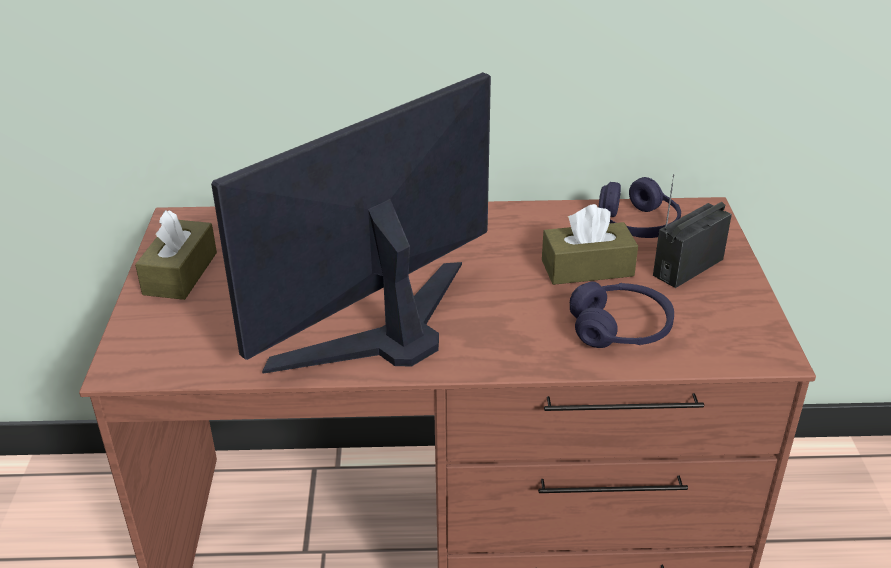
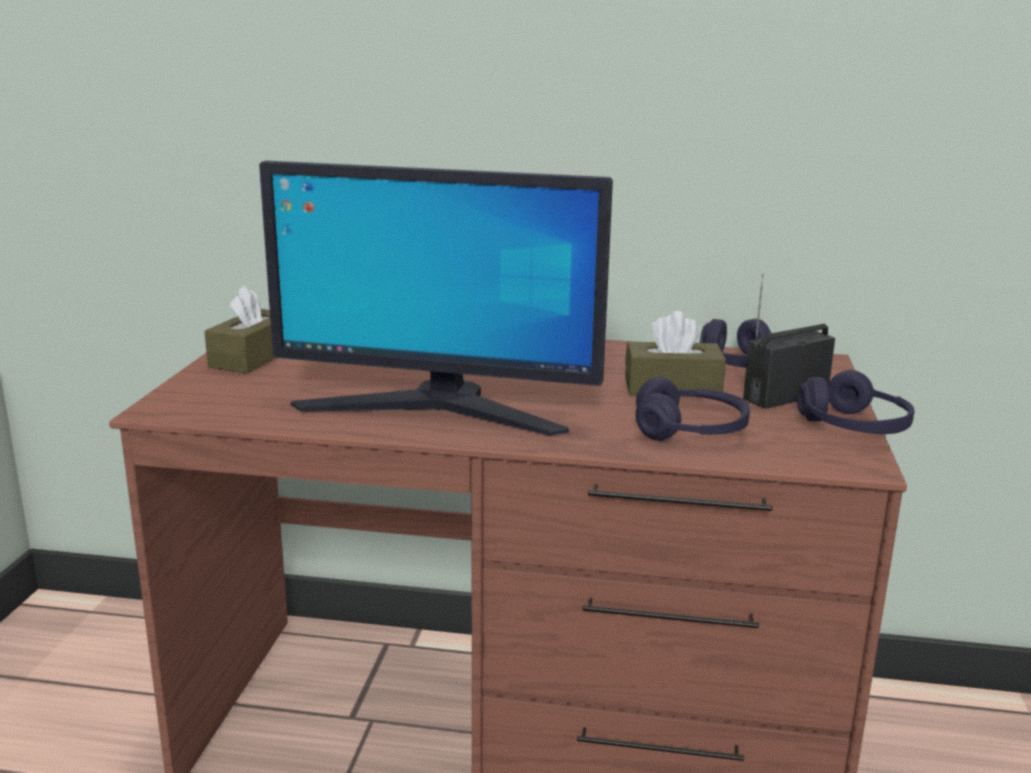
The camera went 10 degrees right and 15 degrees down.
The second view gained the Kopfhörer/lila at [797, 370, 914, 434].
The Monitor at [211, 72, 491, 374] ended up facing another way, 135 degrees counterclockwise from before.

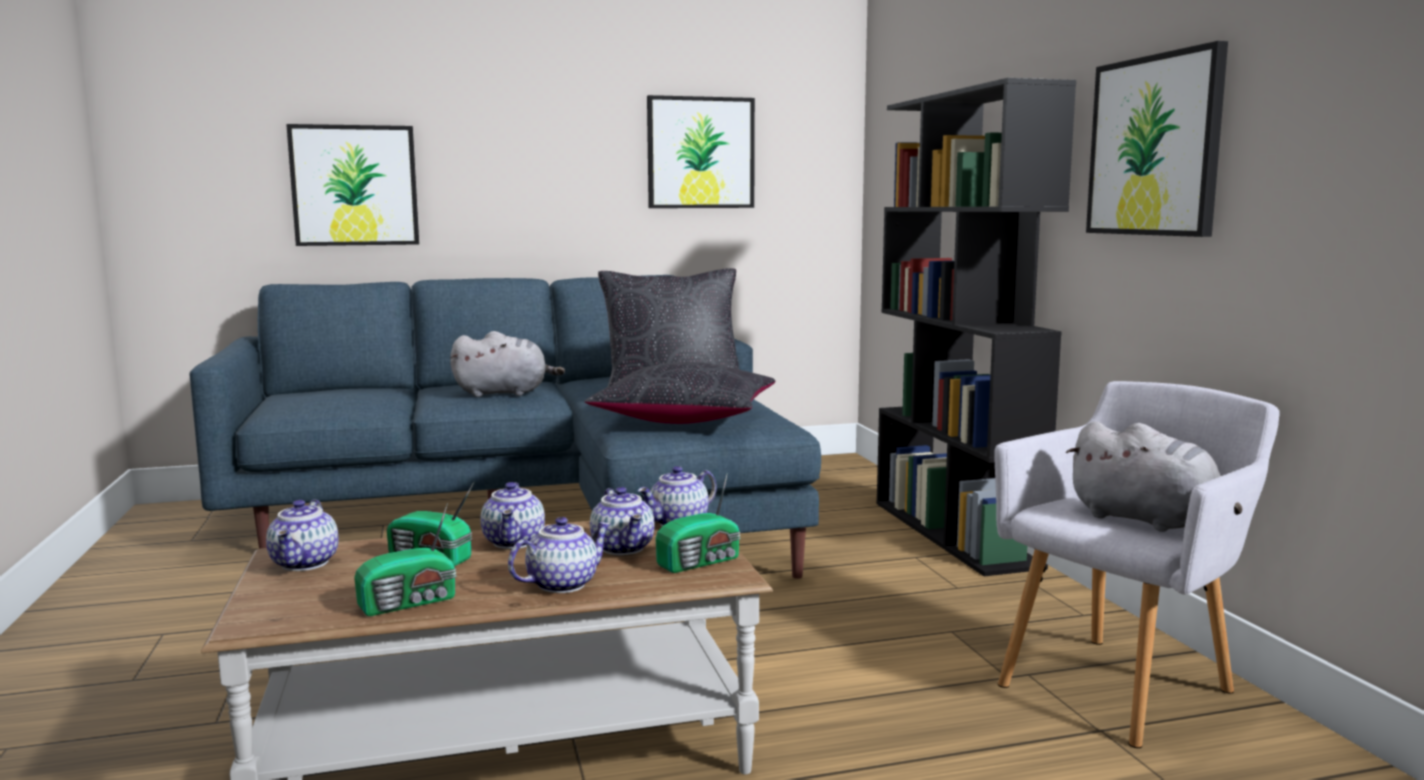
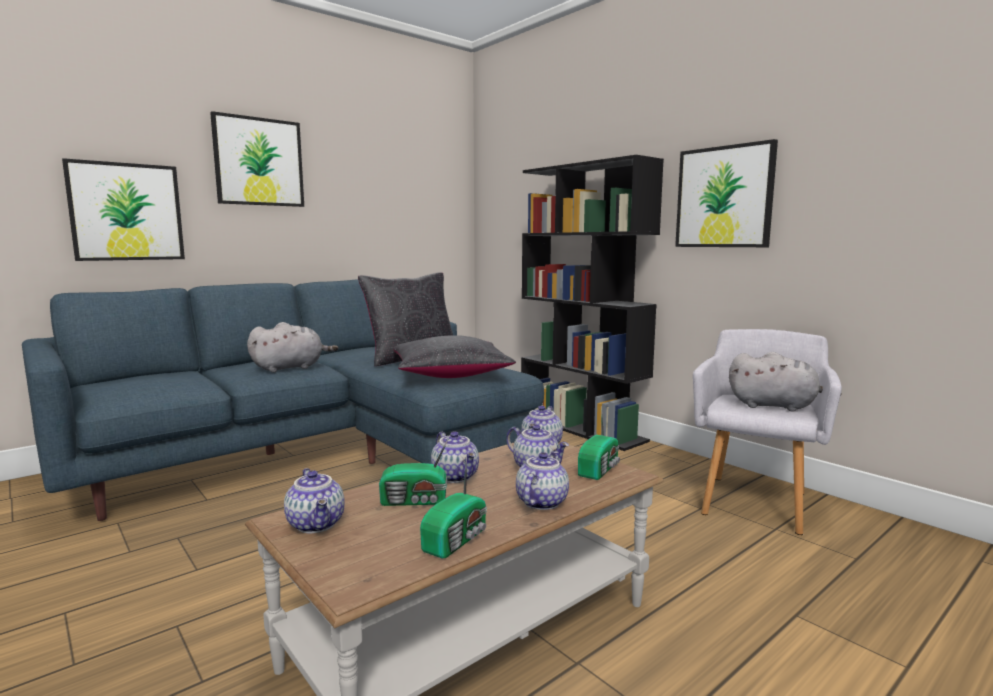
The camera went 25 degrees left and 0 degrees up.
The Bild ended up elsewhere, having gone from [647, 95, 755, 208] to [210, 111, 304, 207].

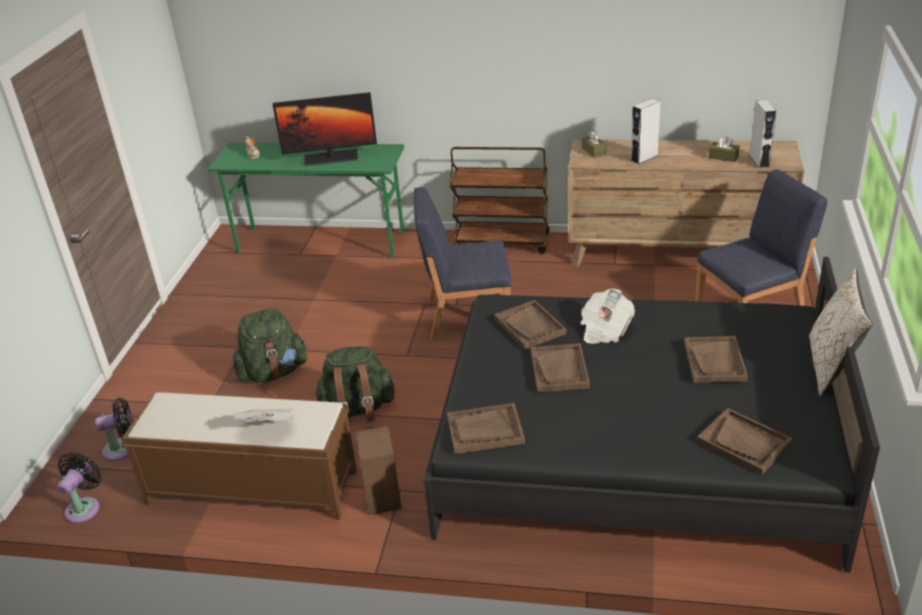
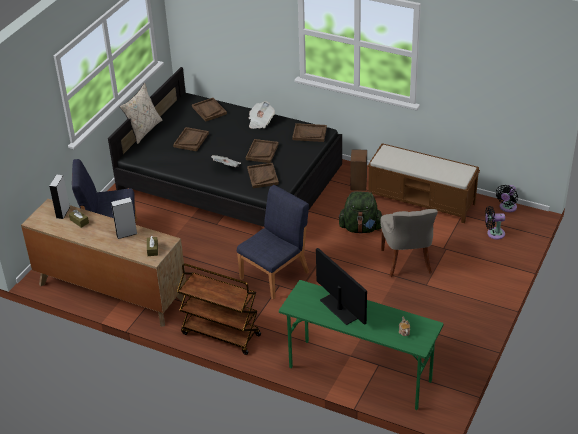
The camera went 165 degrees left and 5 degrees up.
The Zeitung ended up elsewhere, having gone from [234, 408, 295, 422] to [248, 101, 275, 129].
Where the Rucksack/grün stood at [232, 308, 307, 383], the Stuhl/grau came to stand at [381, 209, 438, 277].
The Monitor at [272, 92, 377, 166] ended up facing another way, 45 degrees clockwise from before.
The Stuhl/blau at [414, 187, 511, 340] ended up facing another way, 60 degrees counterclockwise from before.

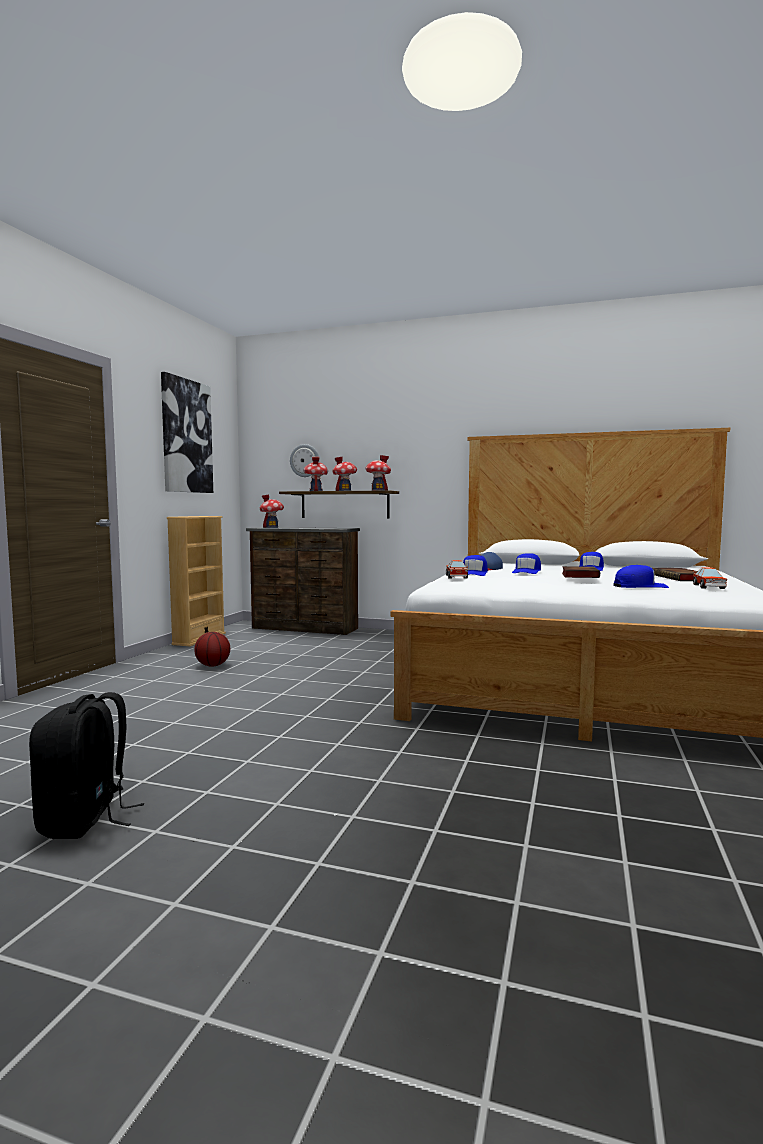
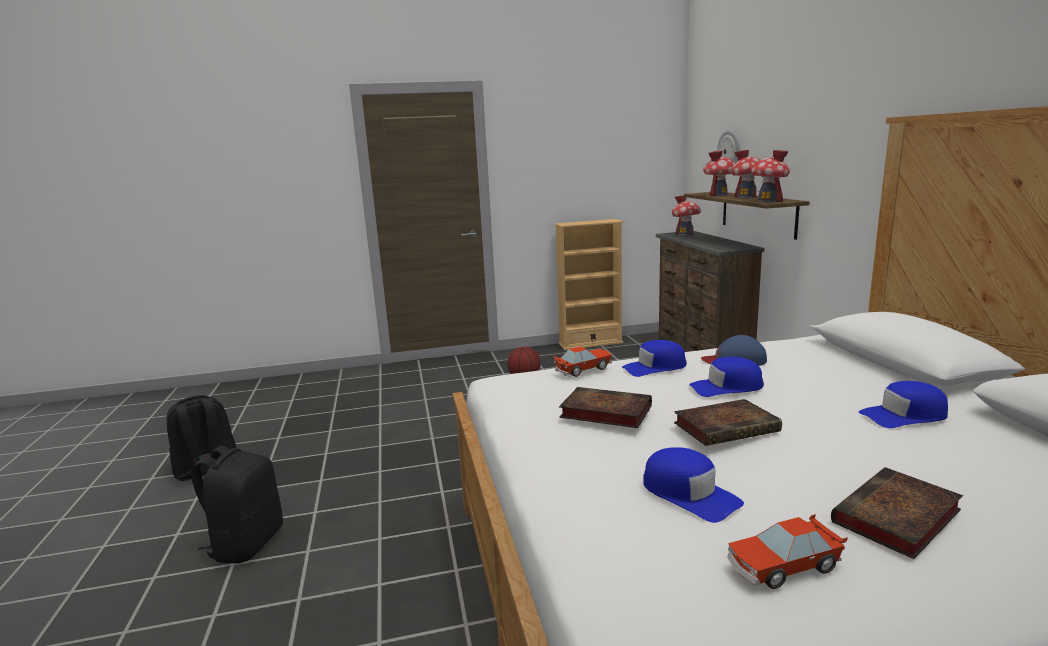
The camera went 60 degrees right and 10 degrees up.
The second view lost the Bild at [161, 372, 213, 493].
The second view gained the Rucksack/schwarz at [191, 446, 283, 564].
The second view gained the Buch at [559, 387, 652, 428].

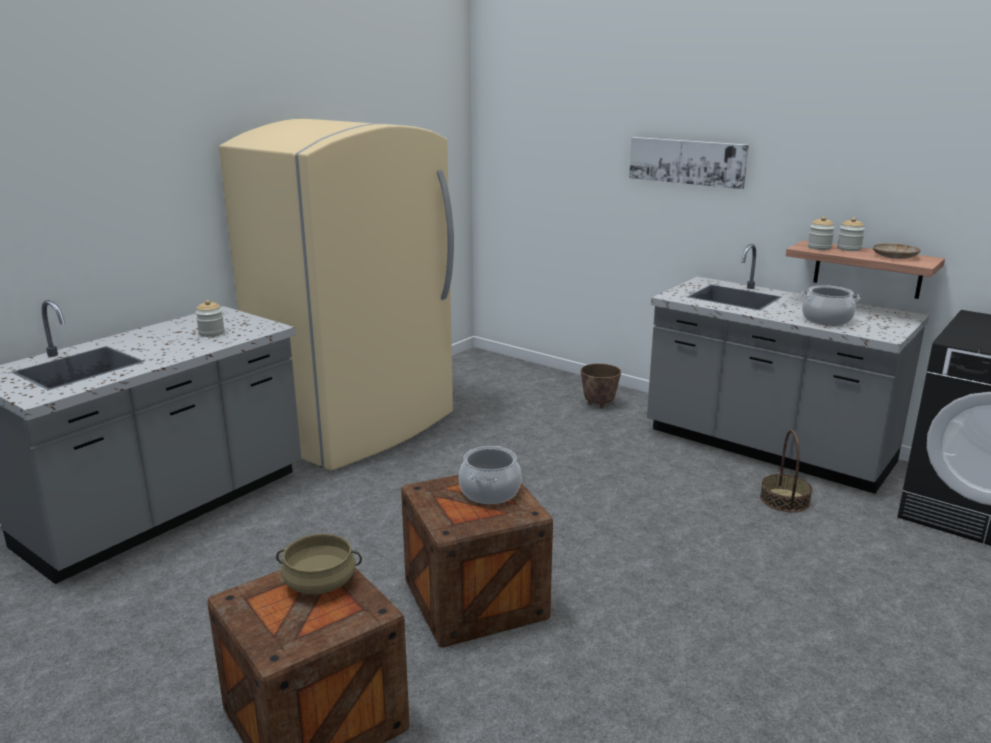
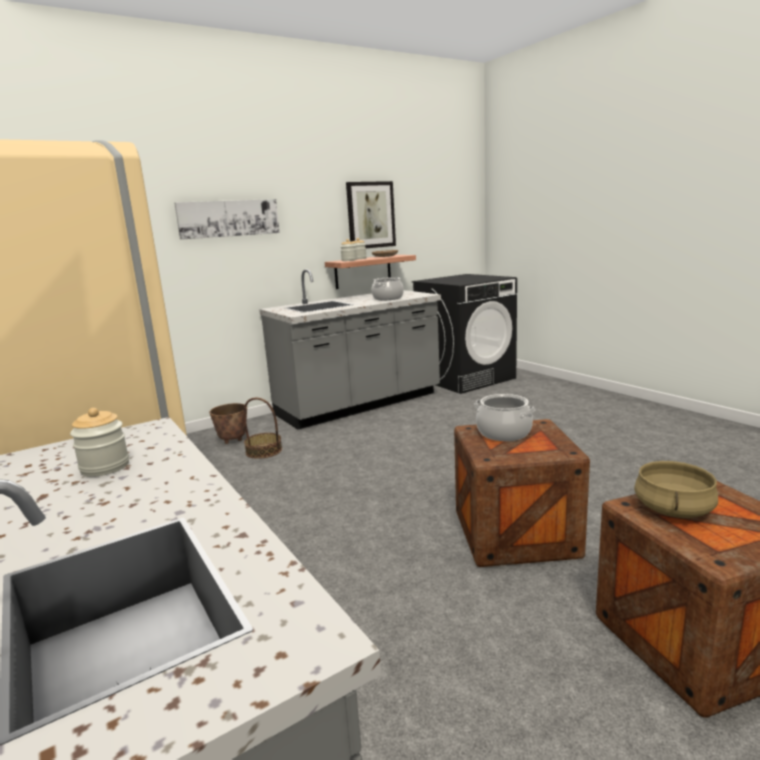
The camera went 70 degrees left and 5 degrees down.
The second view gained the Bild at [346, 181, 396, 248].
The Korb ended up elsewhere, having gone from [760, 430, 812, 512] to [244, 398, 282, 459].

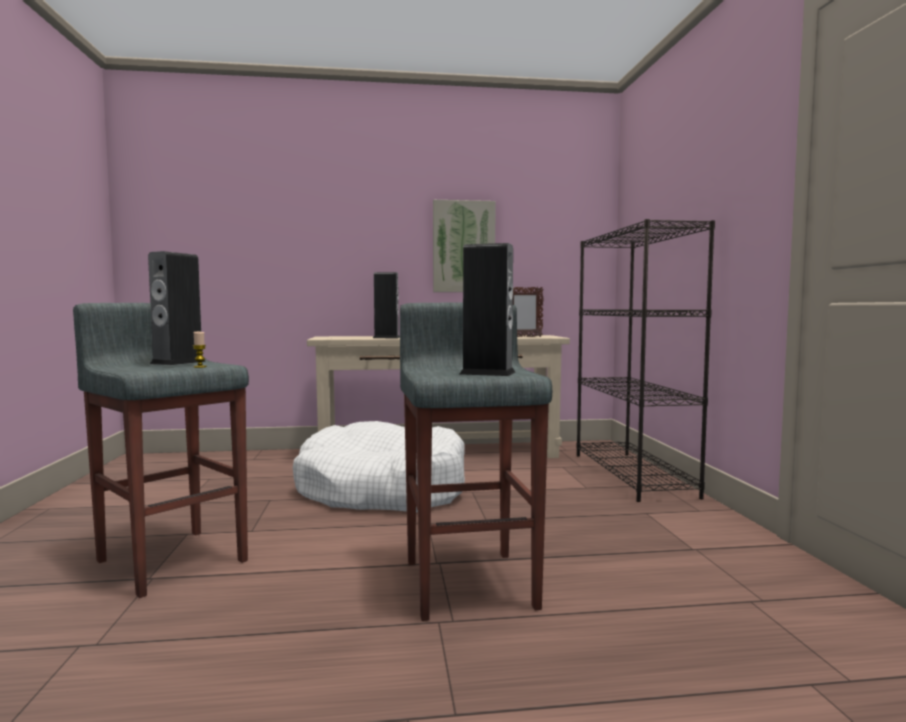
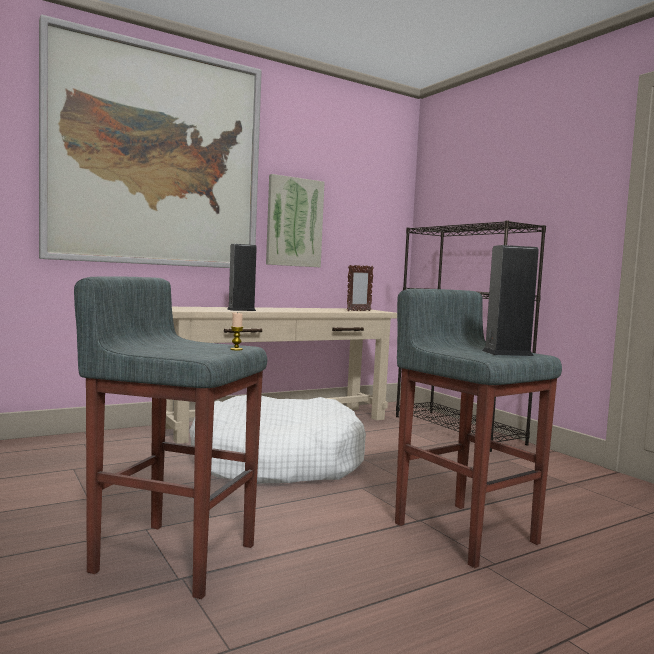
The camera went 25 degrees left and 0 degrees up.
The second view lost the Lautsprecher at [148, 251, 206, 365].
The second view gained the Bild at [39, 14, 262, 268].

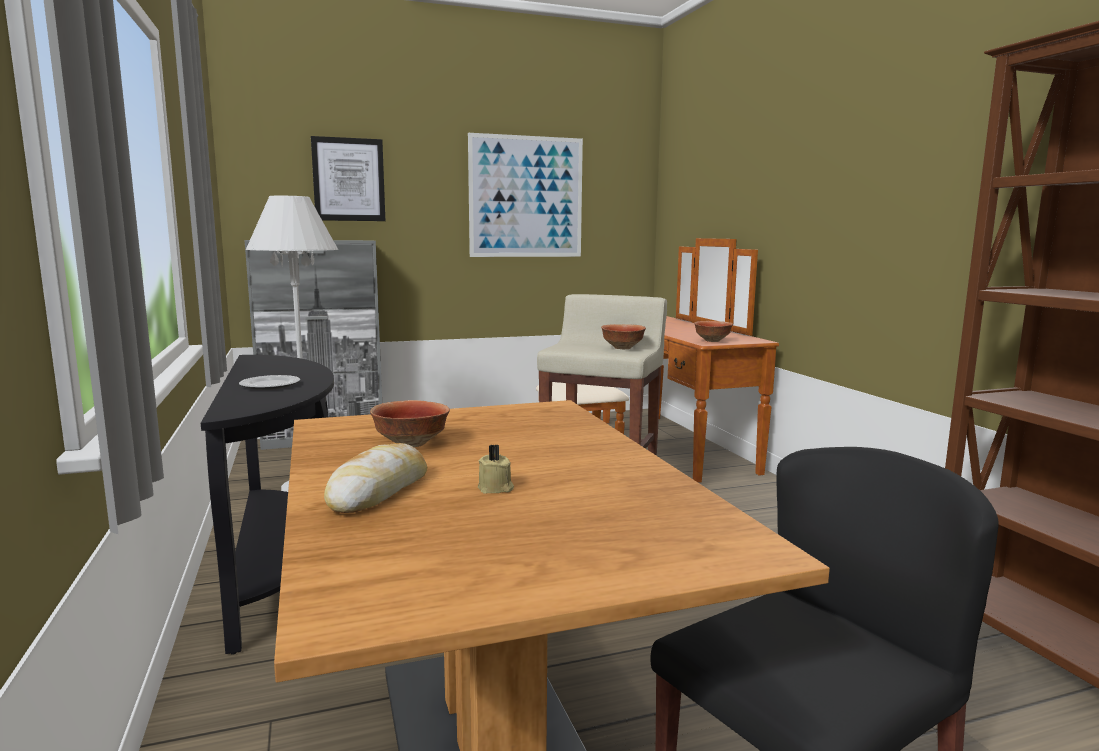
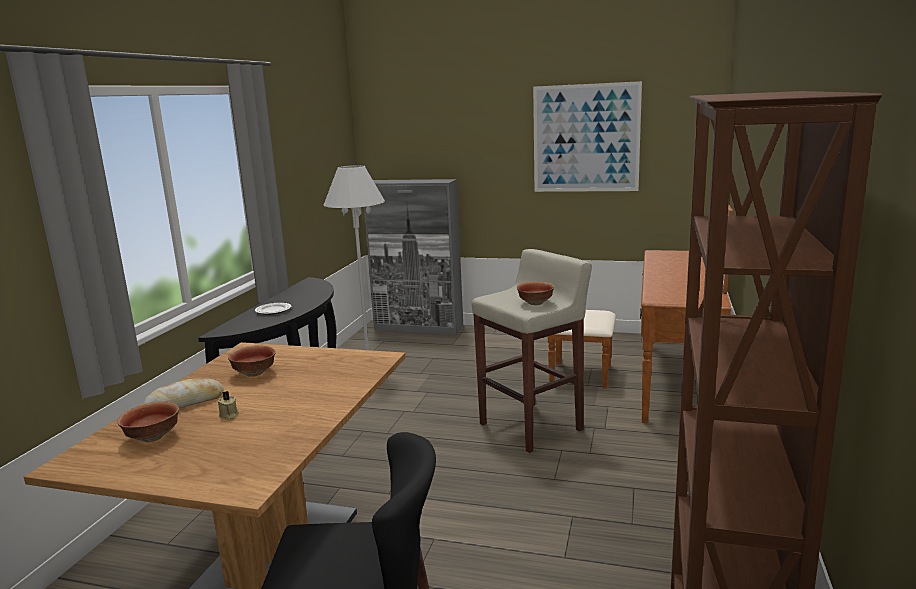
The camera went 35 degrees right and 5 degrees up.
The second view lost the Bild at [311, 136, 385, 221].
The Schüssel ended up elsewhere, having gone from [694, 321, 733, 342] to [117, 401, 179, 442].

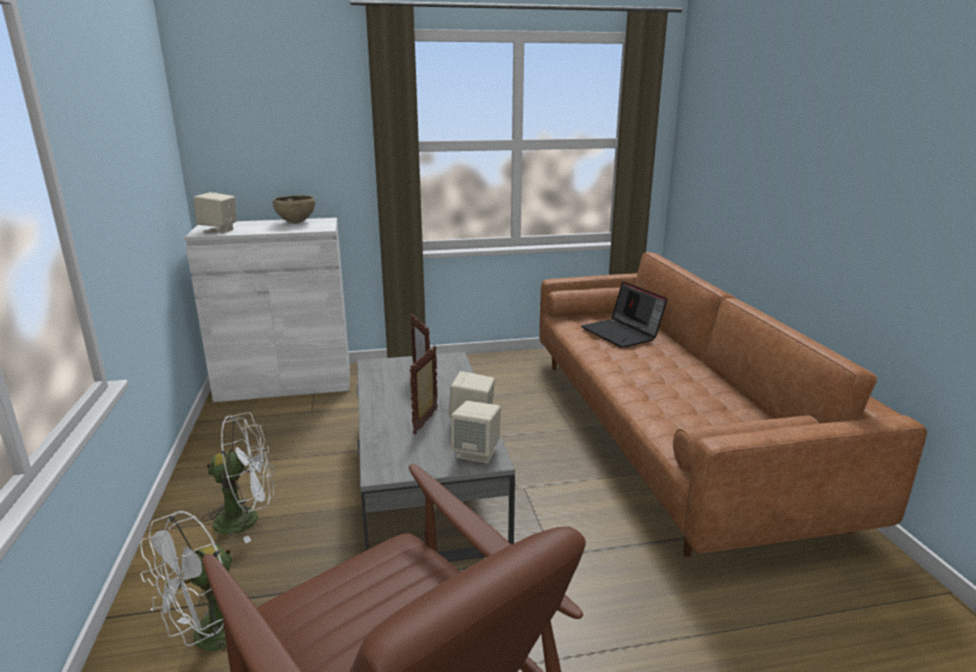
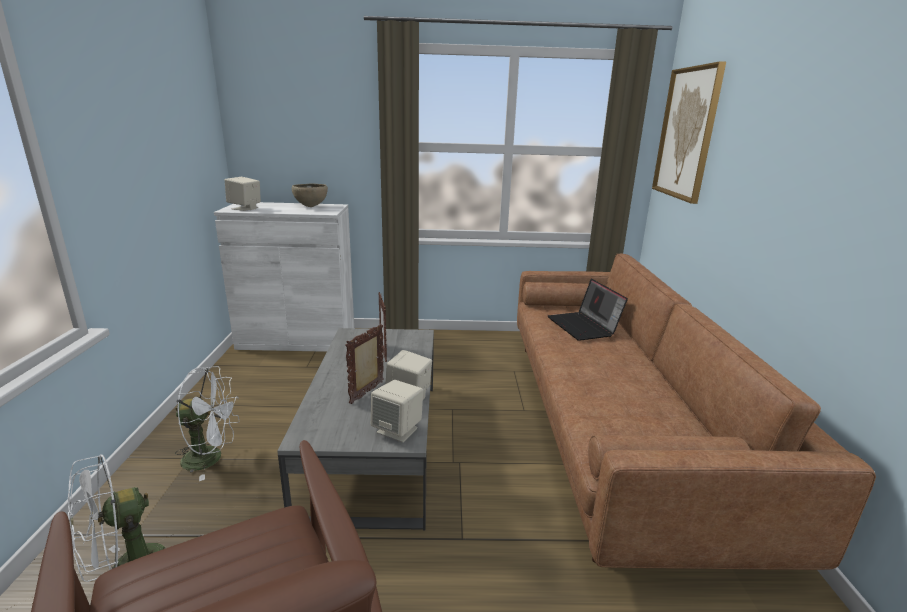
The camera went 10 degrees right and 0 degrees up.
The second view gained the Bild at [652, 61, 726, 204].

